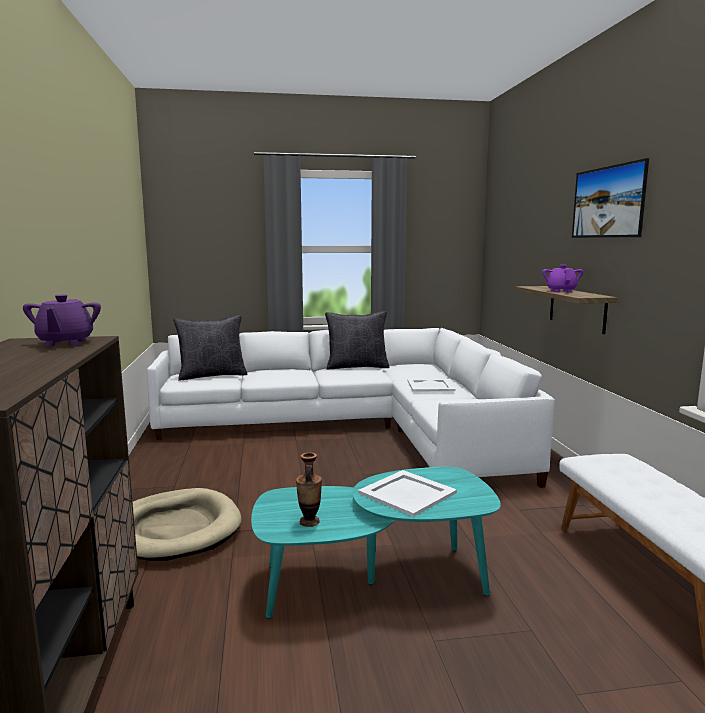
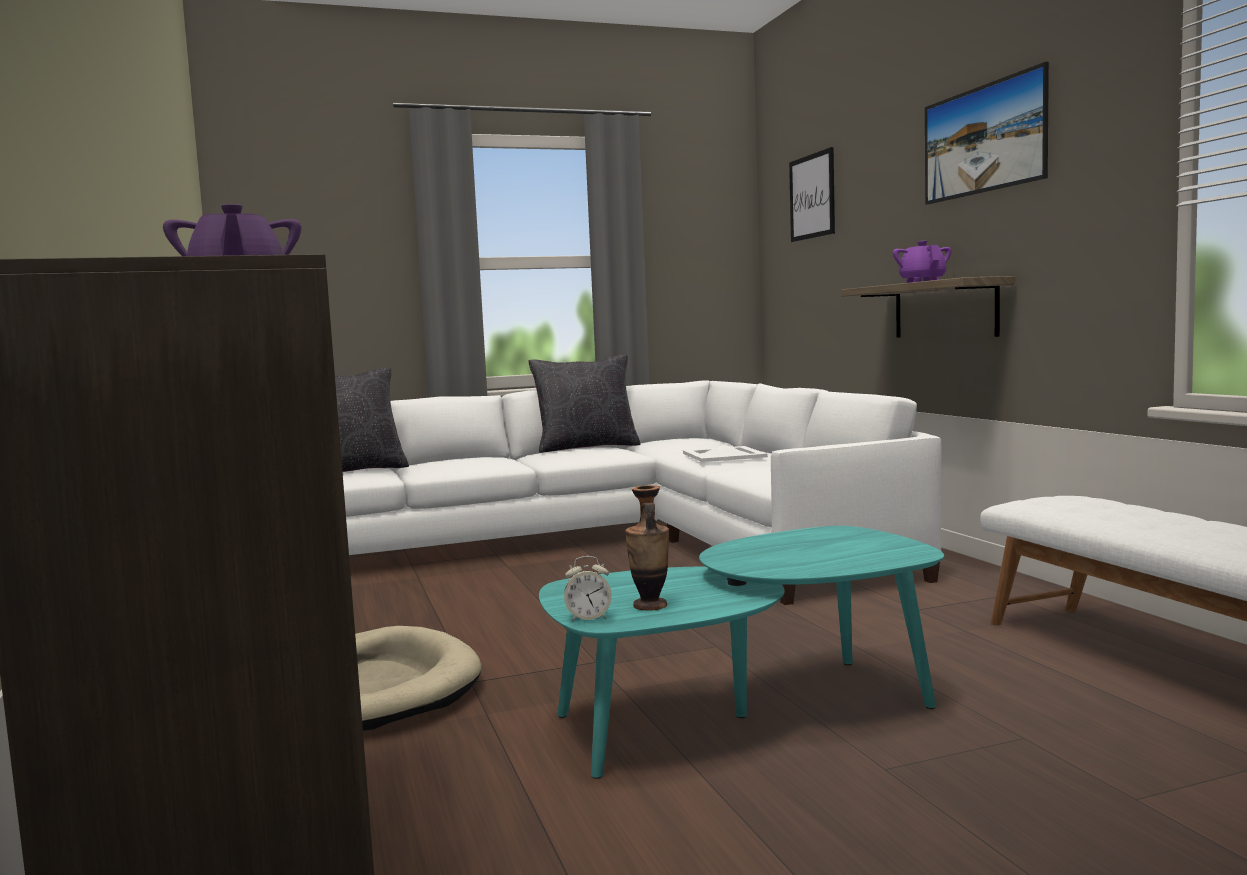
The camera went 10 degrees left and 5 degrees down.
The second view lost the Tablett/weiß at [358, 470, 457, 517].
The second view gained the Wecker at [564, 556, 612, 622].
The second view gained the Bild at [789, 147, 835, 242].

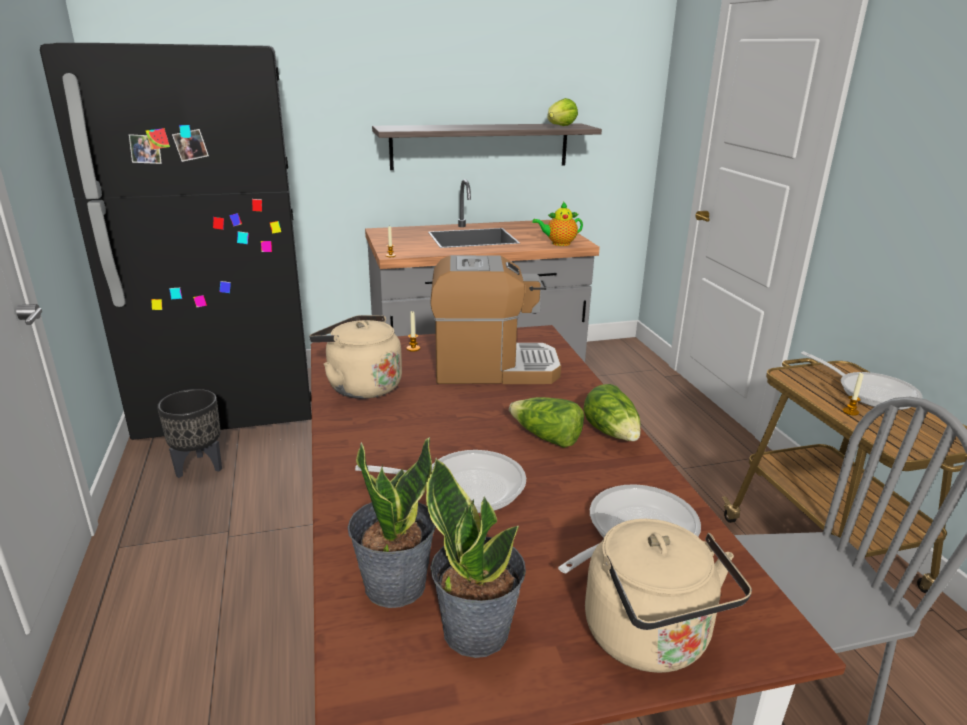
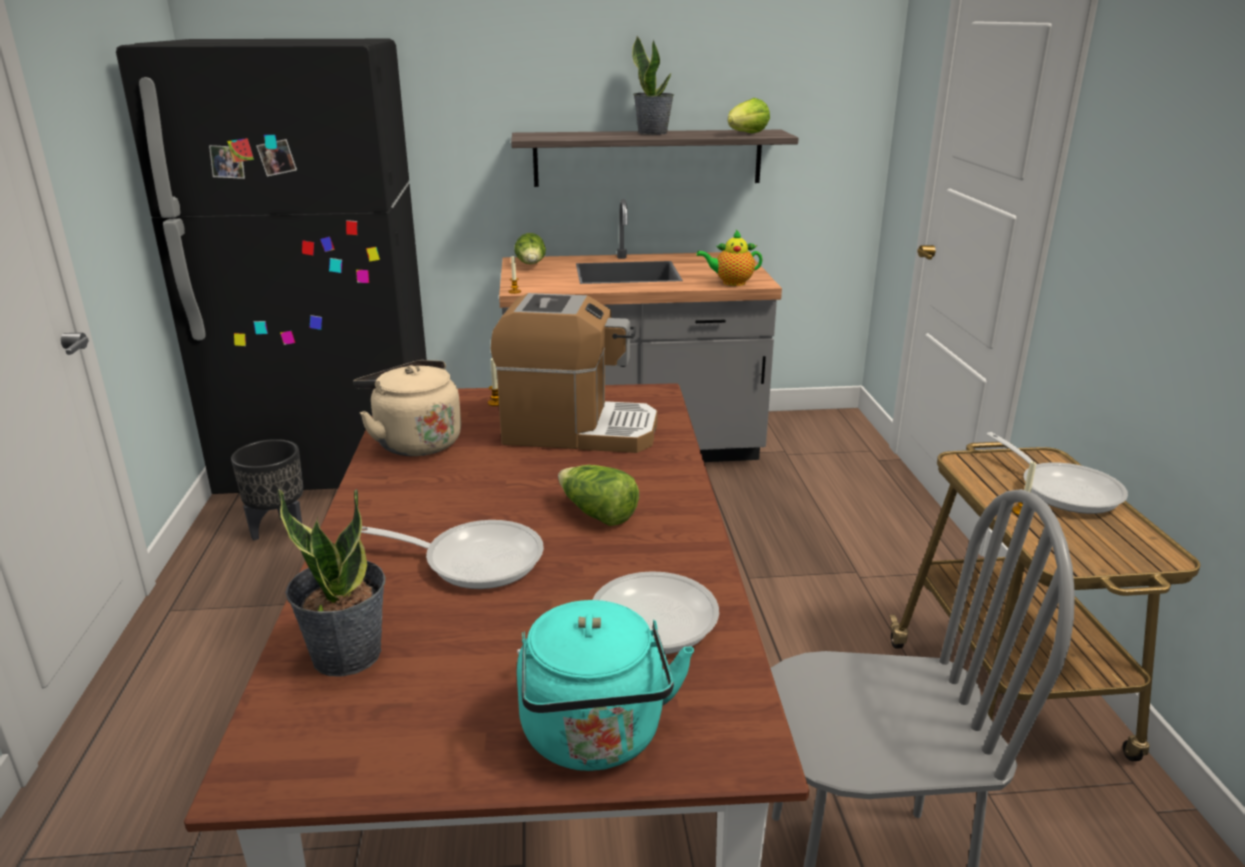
The camera went 10 degrees right and 0 degrees up.
The Topfpflanze ended up elsewhere, having gone from [426, 458, 526, 658] to [632, 36, 674, 135].
The Salatkopf ended up elsewhere, having gone from [583, 384, 641, 441] to [514, 233, 546, 264].
What was the Wasserkessel/beige at [585, 519, 752, 673] turned into the Wasserkessel/türkis at [517, 600, 694, 771].

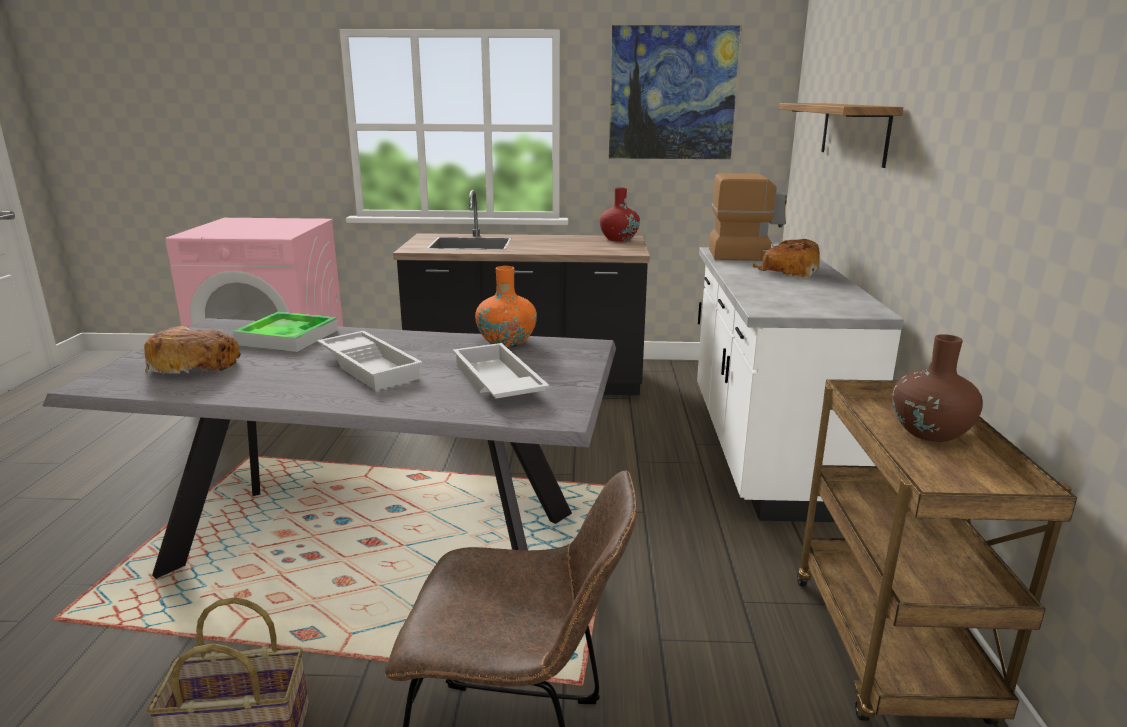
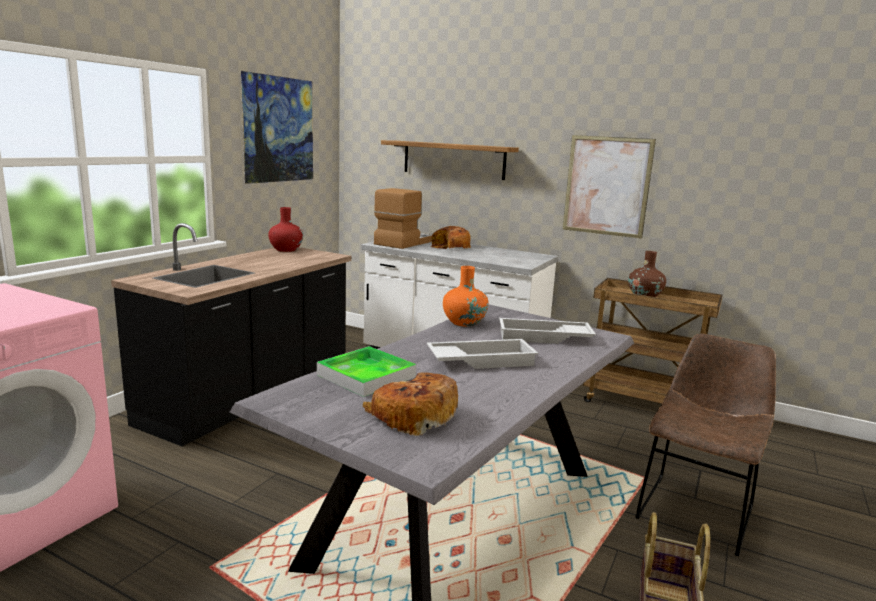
The camera went 65 degrees left and 5 degrees down.
The second view gained the Bild at [563, 135, 656, 239].

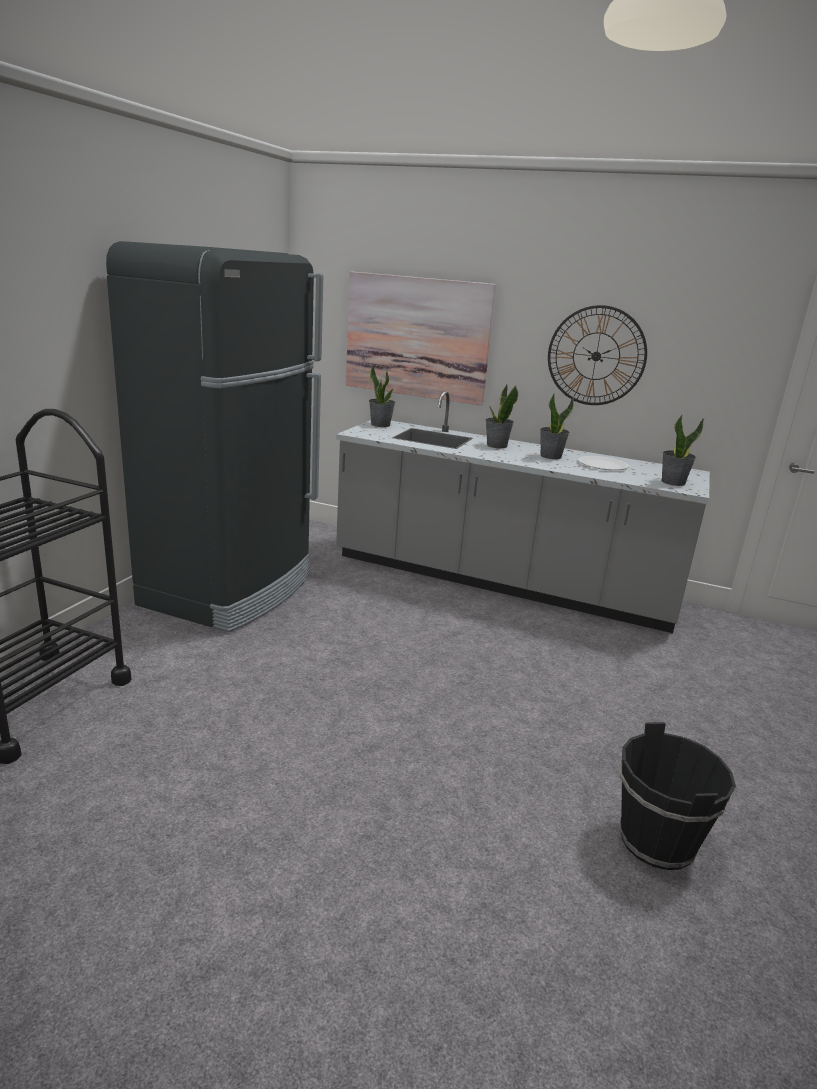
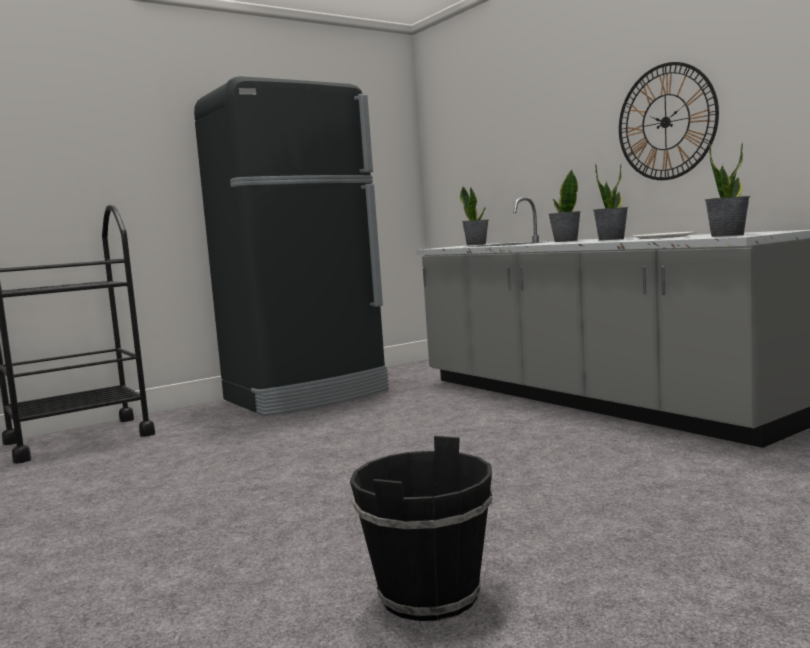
The camera went 35 degrees right and 15 degrees down.
The second view lost the Bild at [346, 271, 496, 405].

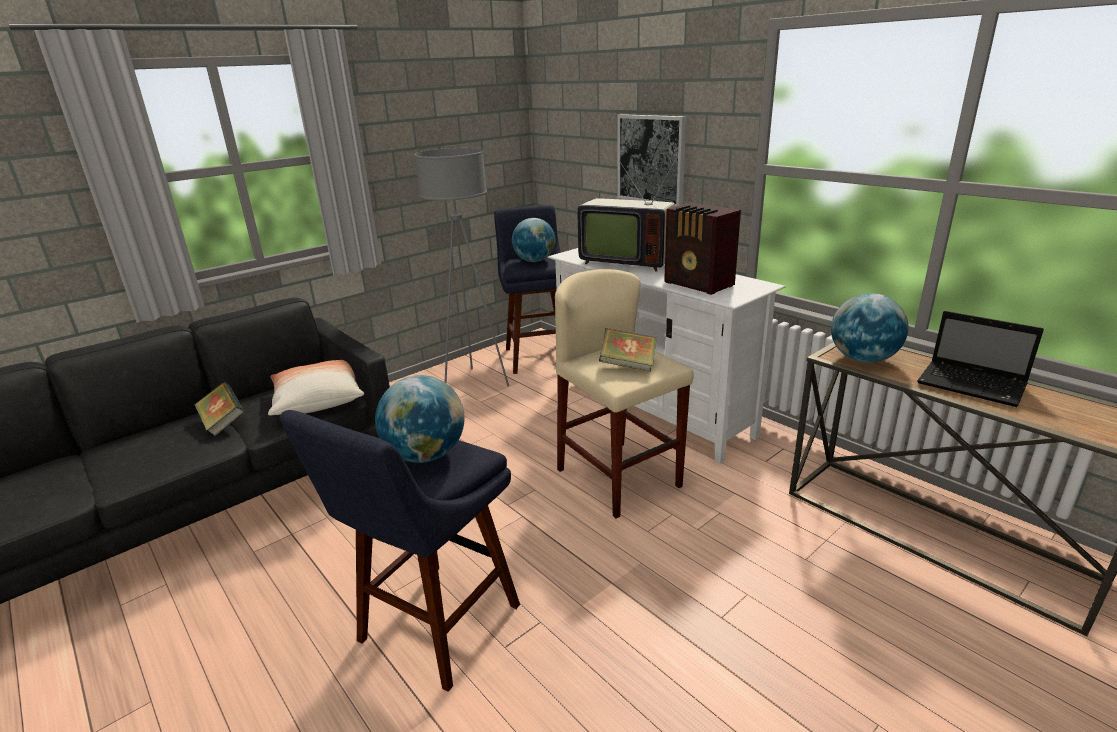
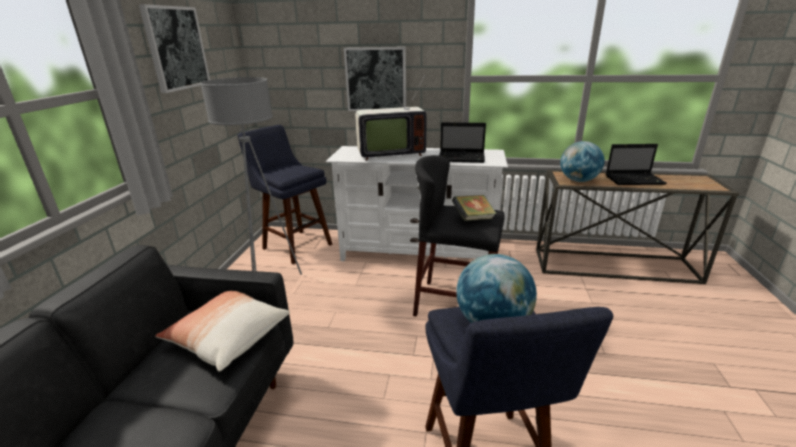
The camera went 40 degrees left and 0 degrees up.
The second view lost the Buch at [195, 382, 244, 436].
The second view lost the Globus at [512, 218, 555, 262].
The second view gained the Bild at [139, 4, 210, 93].
Where the Radio stood at [664, 203, 741, 295], the Laptop came to stand at [439, 122, 486, 163].
What was the Hocker/beige at [555, 269, 694, 519] turned into the Hocker/schwarz at [413, 155, 505, 317].

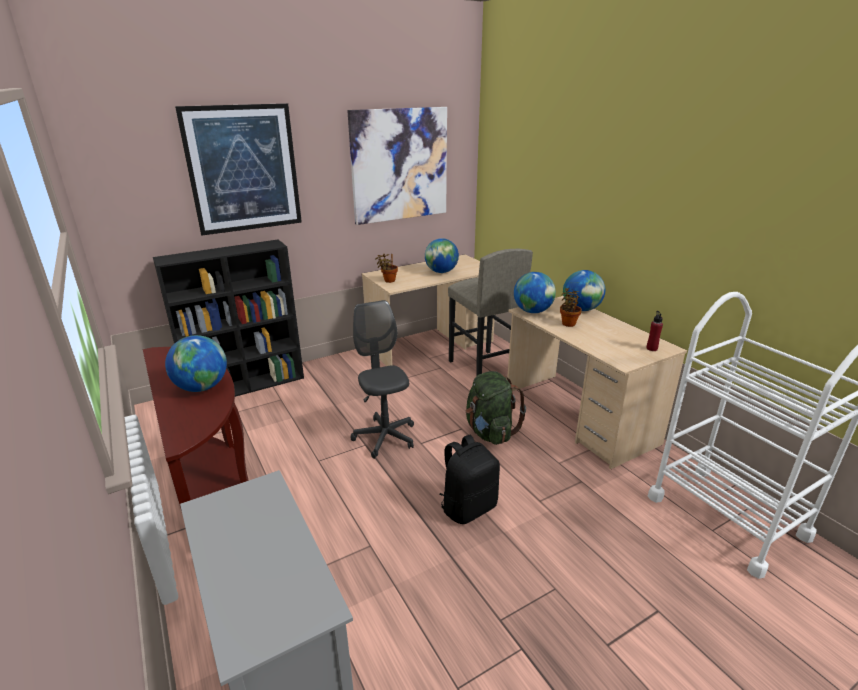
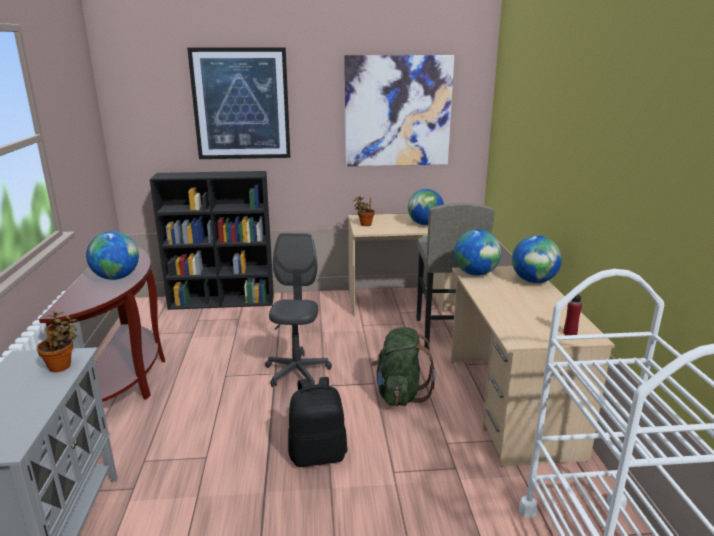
The camera went 25 degrees right and 5 degrees down.
The Topfpflanze ended up elsewhere, having gone from [560, 288, 582, 327] to [37, 311, 78, 372].

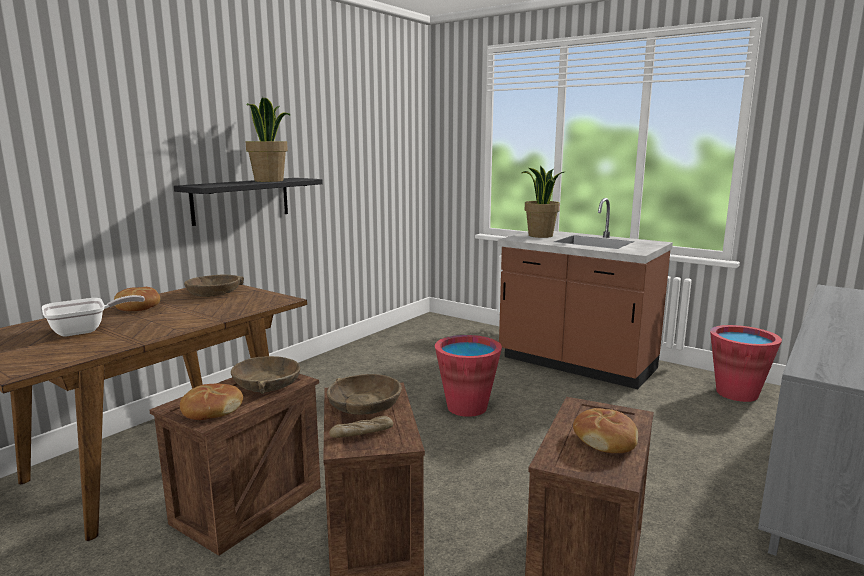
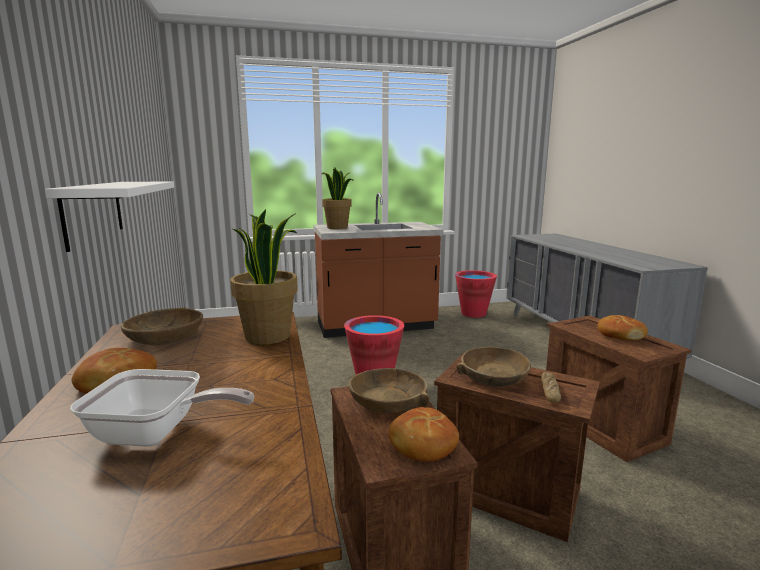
The camera went 50 degrees left and 0 degrees up.
The Topfpflanze ended up elsewhere, having gone from [246, 97, 291, 182] to [230, 209, 298, 345].
What was the Wandregal/schwarz at [174, 178, 323, 226] turned into the Wandregal/weiß at [45, 181, 174, 252].
The Pfanne at [42, 295, 145, 336] ended up facing another way, 90 degrees clockwise from before.

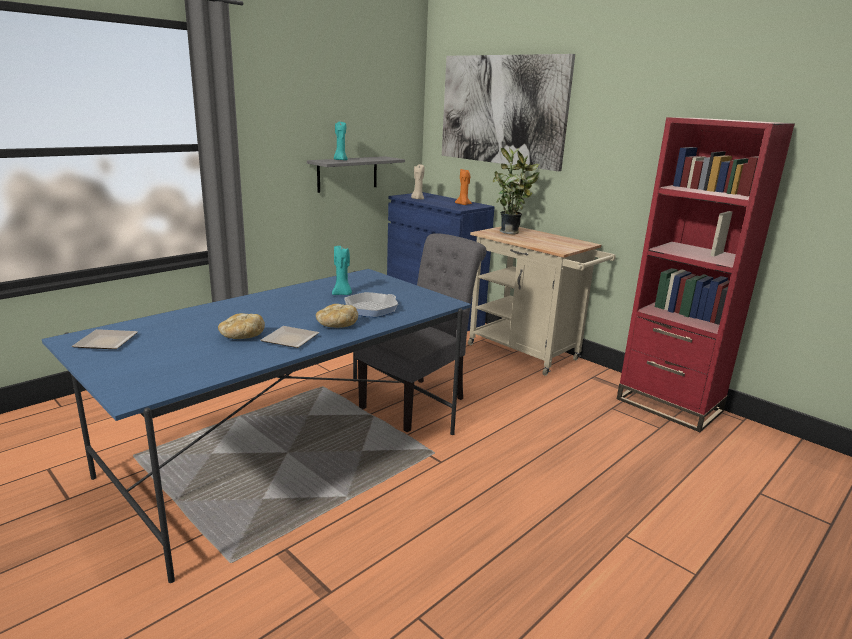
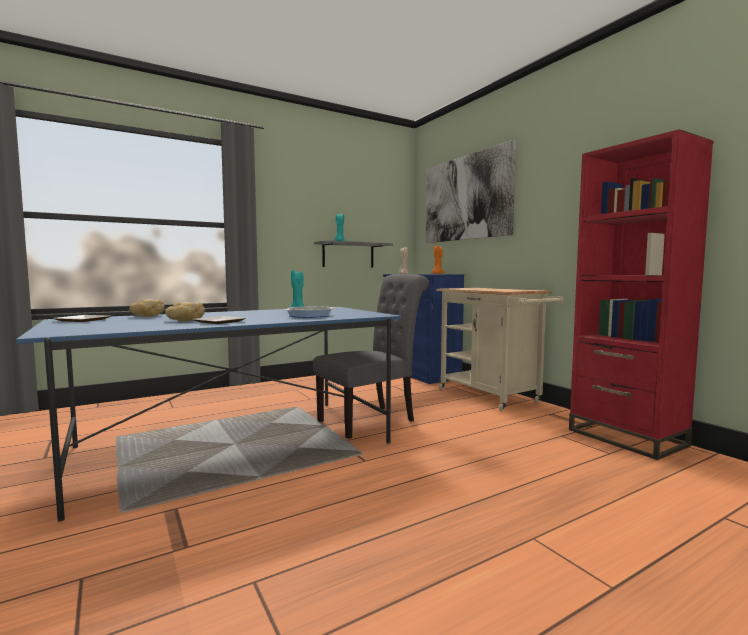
The camera went 15 degrees right and 15 degrees down.
The second view lost the Topfpflanze at [493, 147, 540, 234].
The Brot ended up elsewhere, having gone from [316, 304, 358, 328] to [129, 299, 164, 317].

